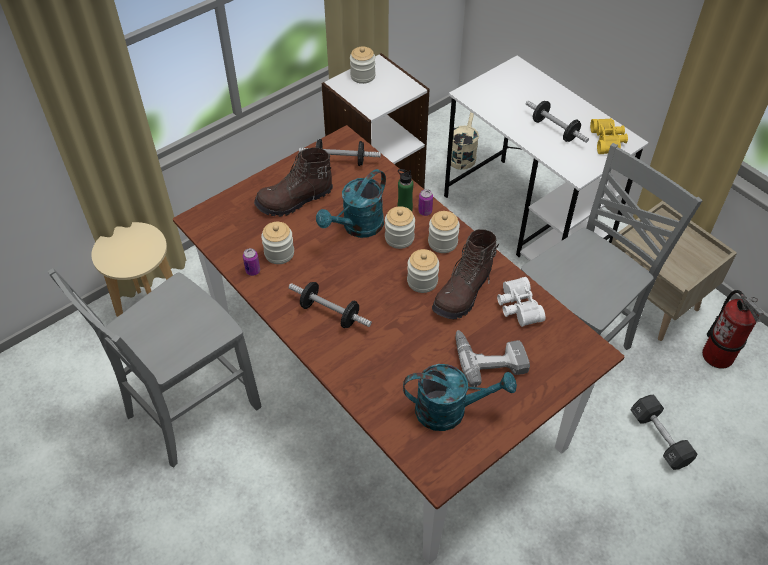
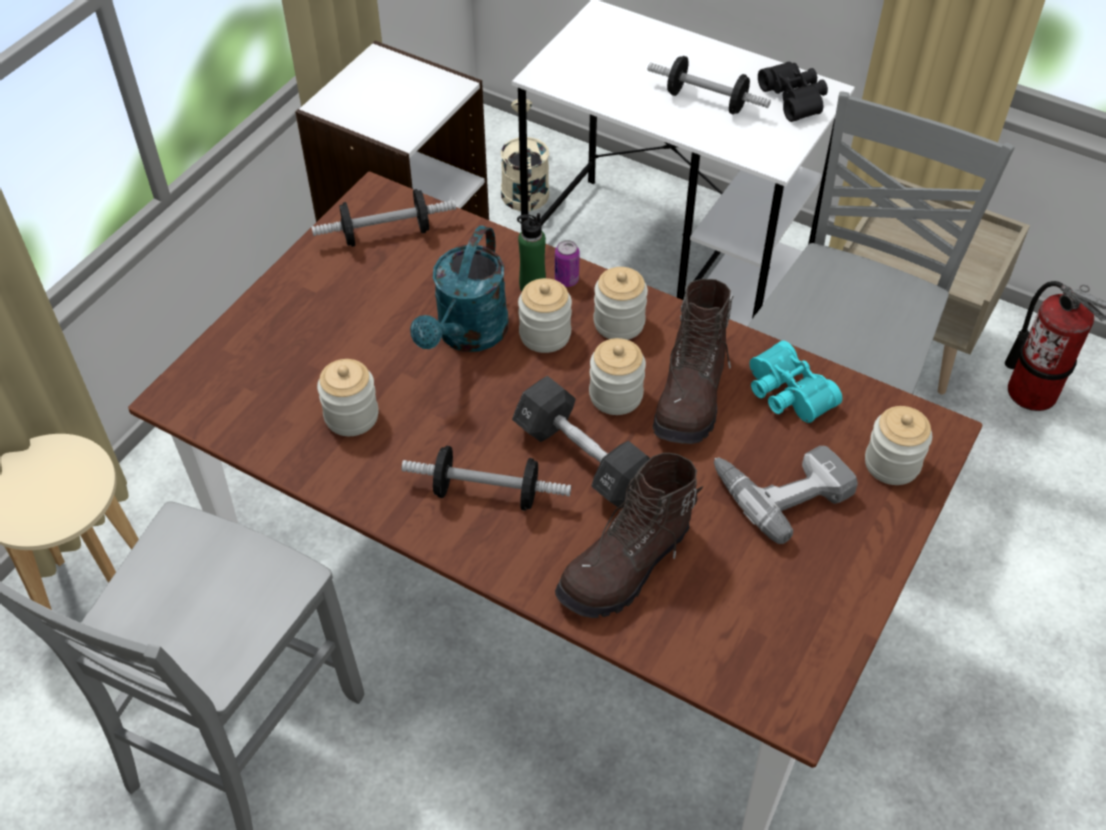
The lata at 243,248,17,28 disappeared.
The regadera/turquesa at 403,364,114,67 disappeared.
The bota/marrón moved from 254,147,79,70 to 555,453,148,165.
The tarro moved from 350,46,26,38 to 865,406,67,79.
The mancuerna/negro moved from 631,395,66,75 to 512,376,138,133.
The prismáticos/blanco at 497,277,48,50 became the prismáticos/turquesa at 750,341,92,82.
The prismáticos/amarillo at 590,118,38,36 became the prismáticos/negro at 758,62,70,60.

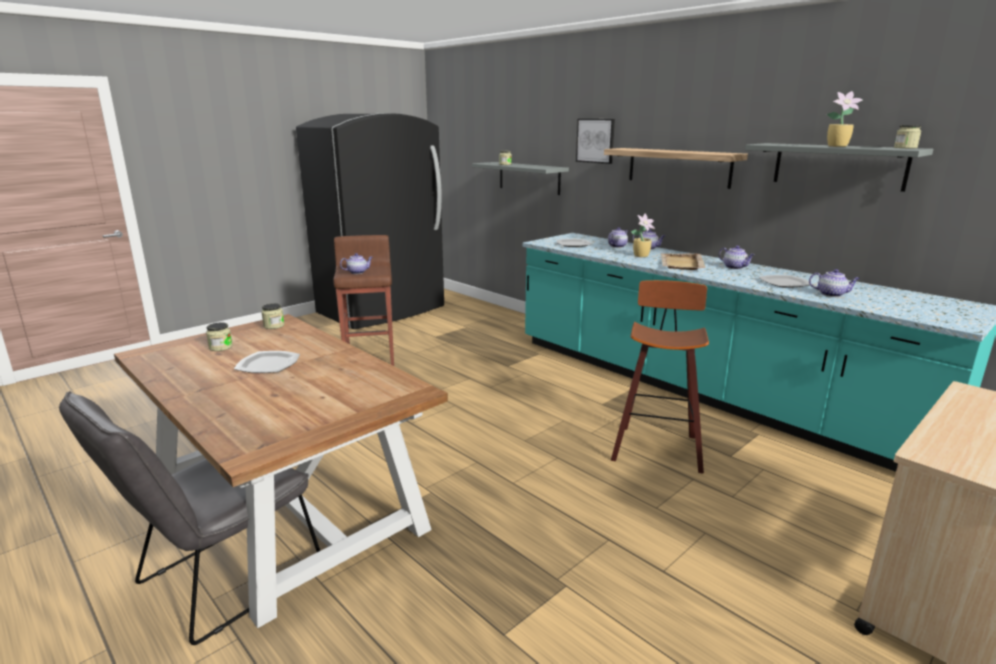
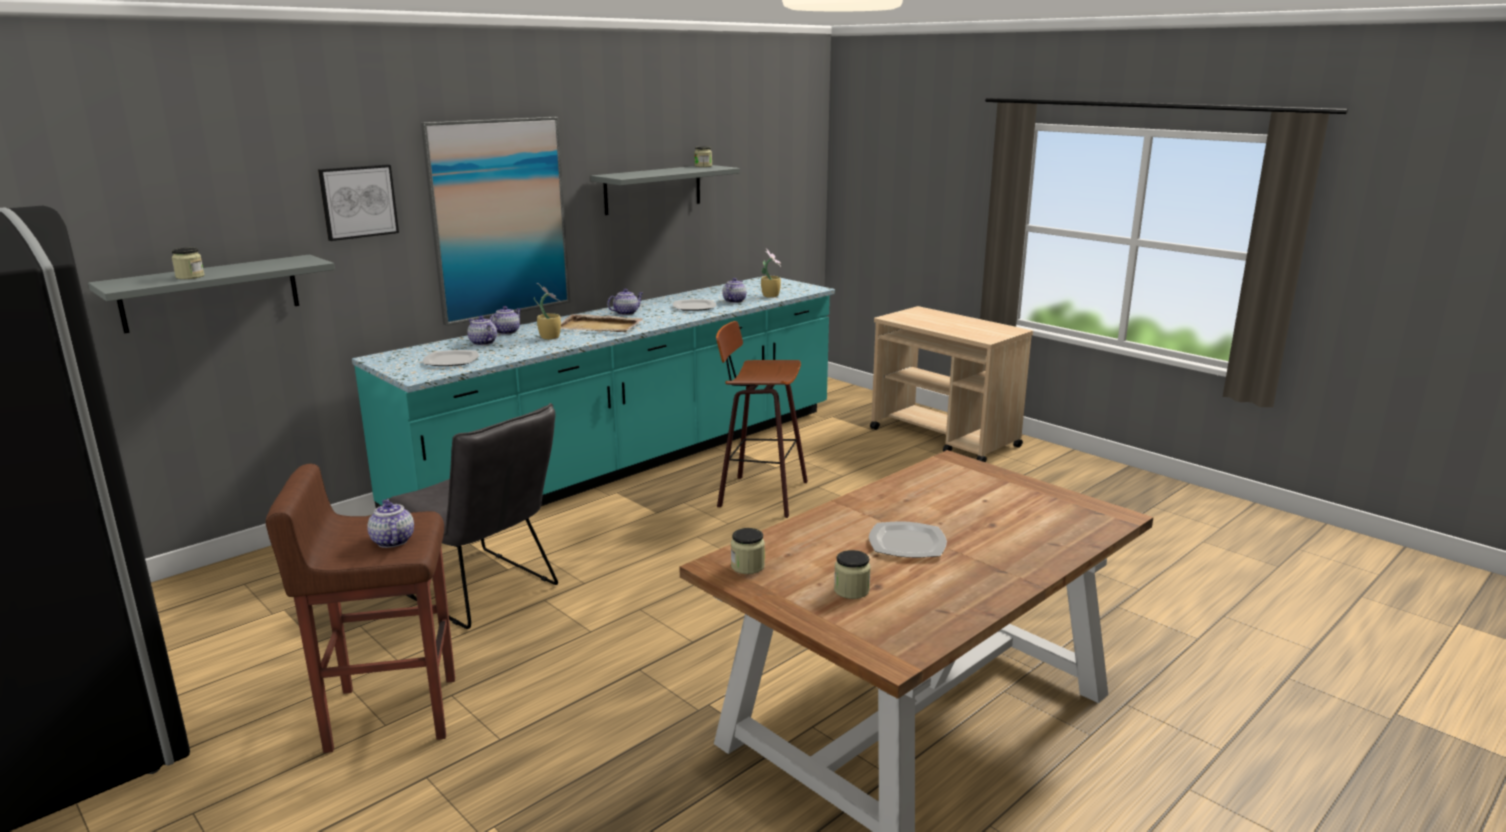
The silla/gris moved from 59,391,261,254 to 387,403,171,226.
The planta en maceta moved from 827,91,36,56 to 761,249,20,49.
The estante at 604,148,144,41 was replaced by the cuadro at 421,117,149,209.

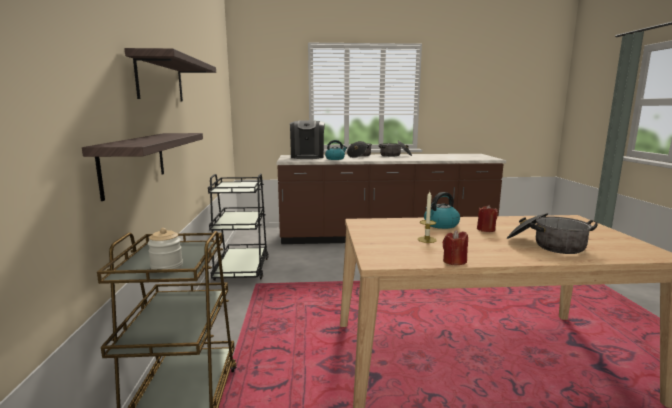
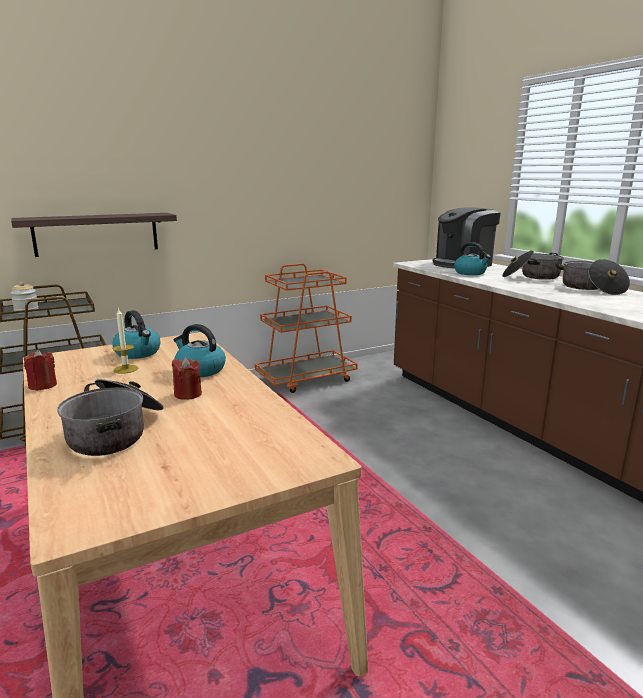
The estante at 124,48,92,53 disappeared.
The hervidor at 112,310,49,49 appeared.
The carrito/negro at 208,173,61,108 became the carrito/naranja at 255,263,103,130.

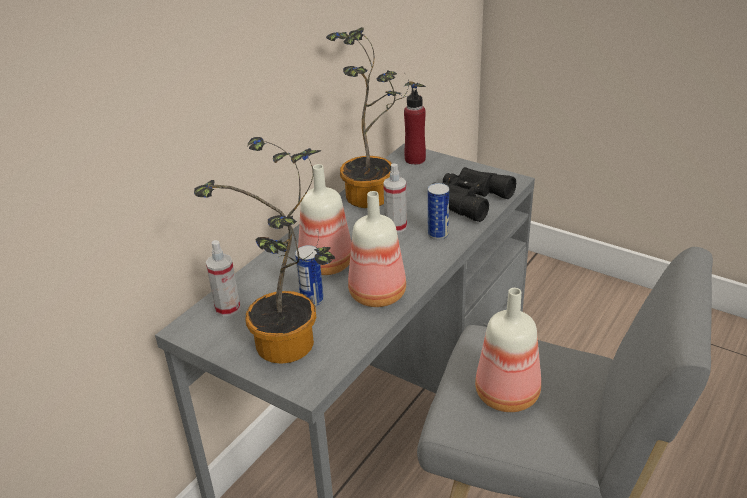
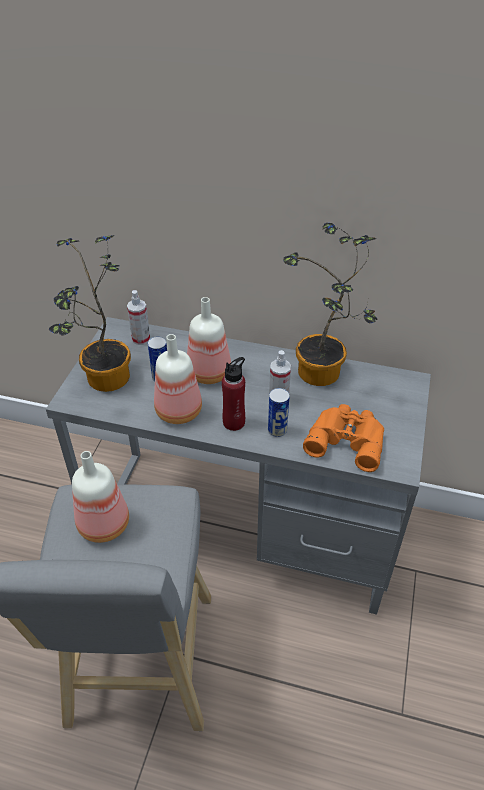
The botella/rojo moved from 404,85,22,80 to 222,357,23,74.
The prismáticos/negro at 432,167,84,55 became the prismáticos/naranja at 303,404,81,68.

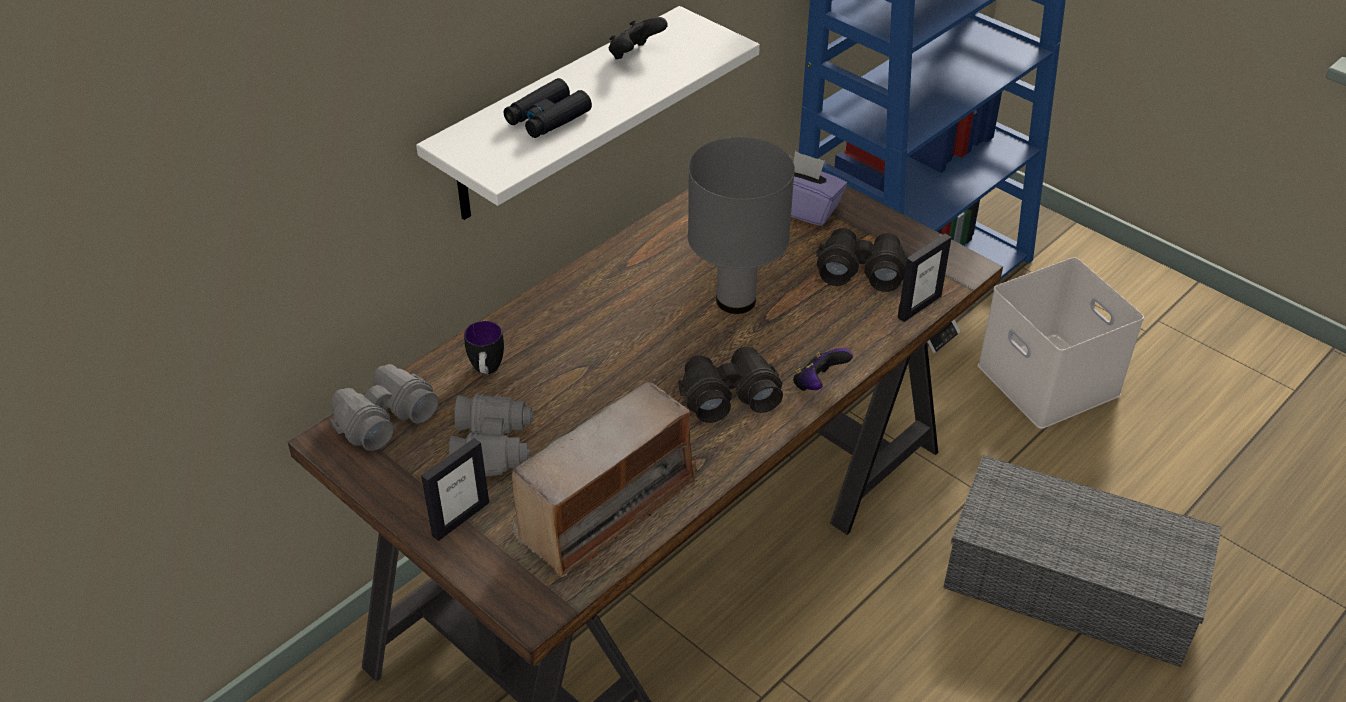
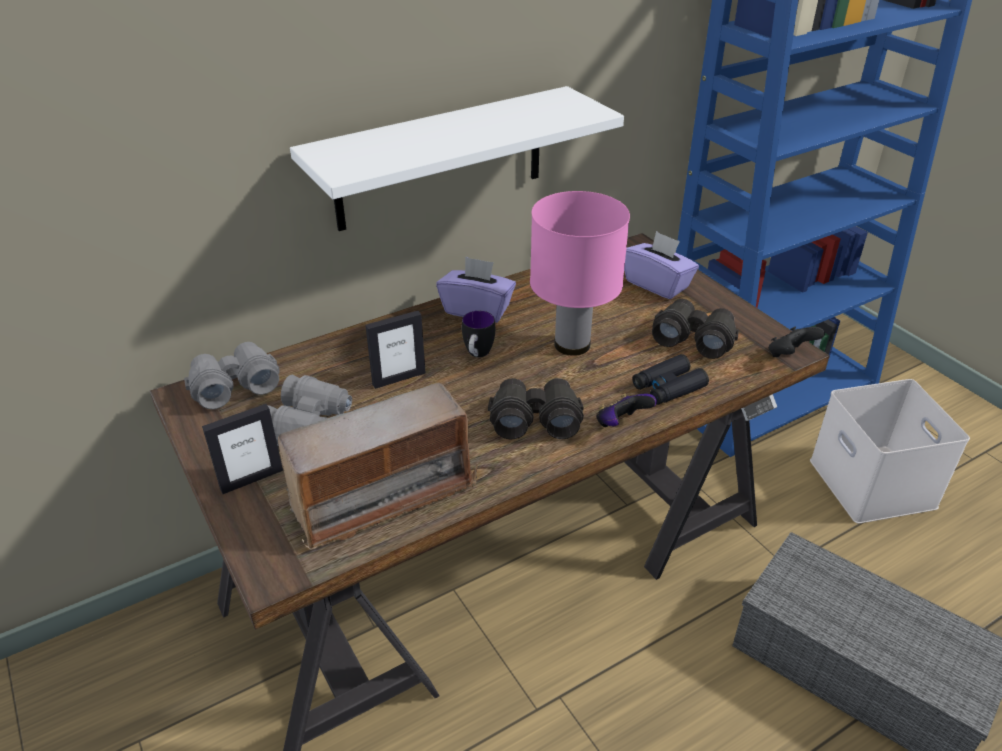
The caja de pañuelos/morado at 436,256,80,67 appeared.
The taza grande moved from 464,321,40,53 to 462,311,33,46.
The prismáticos/negro moved from 504,78,88,60 to 632,354,77,51.
The mando de consola/negro moved from 609,17,59,42 to 769,327,56,30.
The portarretratos moved from 898,234,54,88 to 365,311,61,78.
The lámpara de mesa/gris at 688,137,107,177 became the lámpara de mesa/rosa at 530,191,100,165.

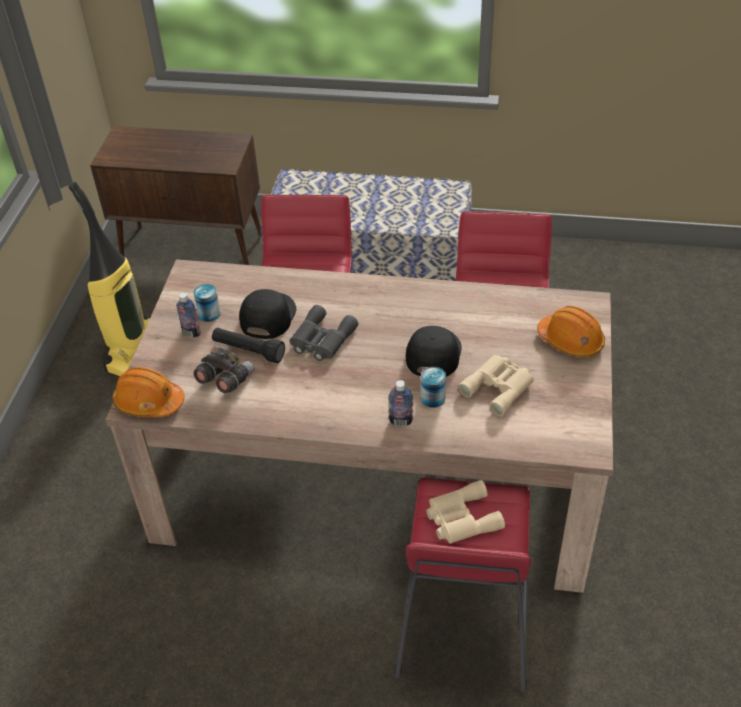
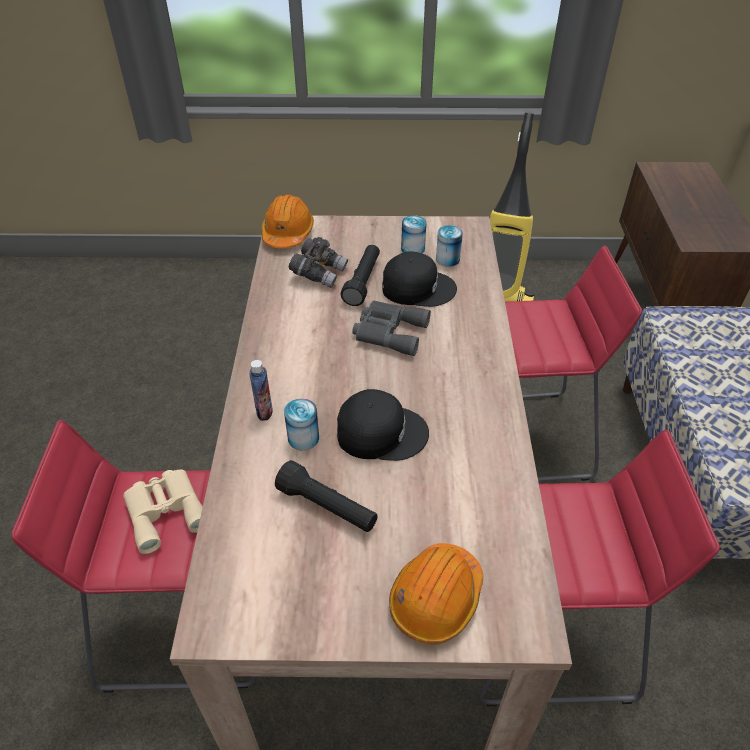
The botella at 176,292,25,45 disappeared.
The lata at 436,225,27,42 appeared.
The prismáticos/beis at 458,355,76,61 was replaced by the linterna/negro at 275,460,103,72.

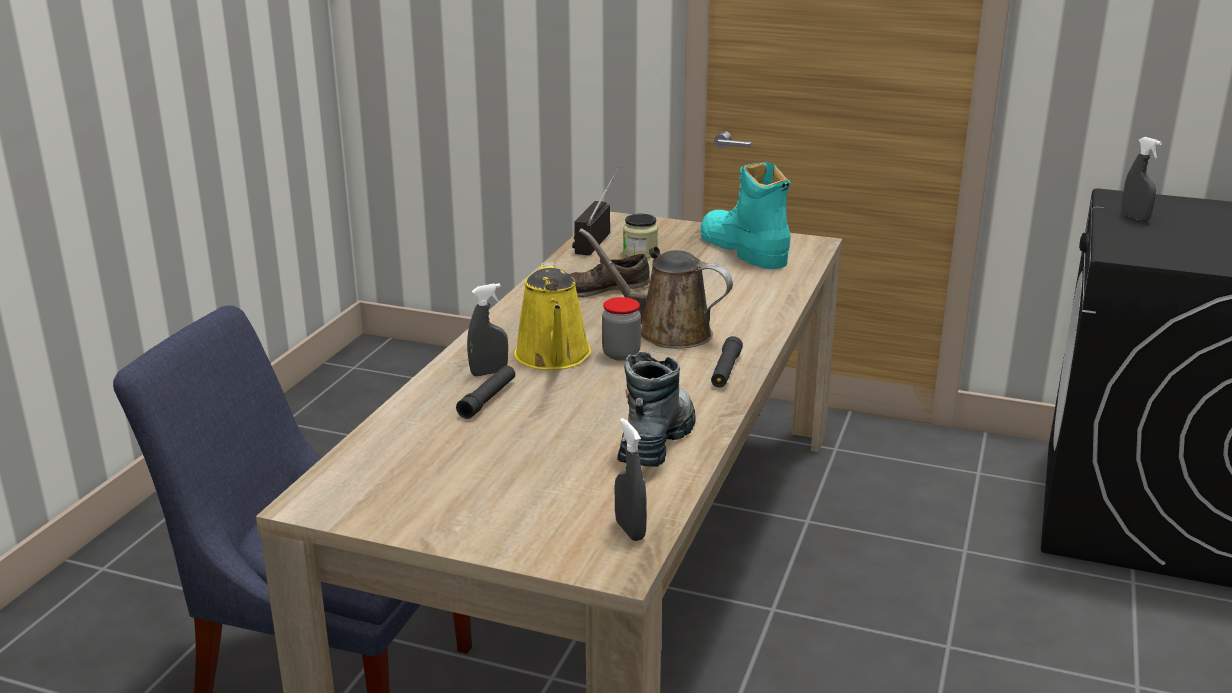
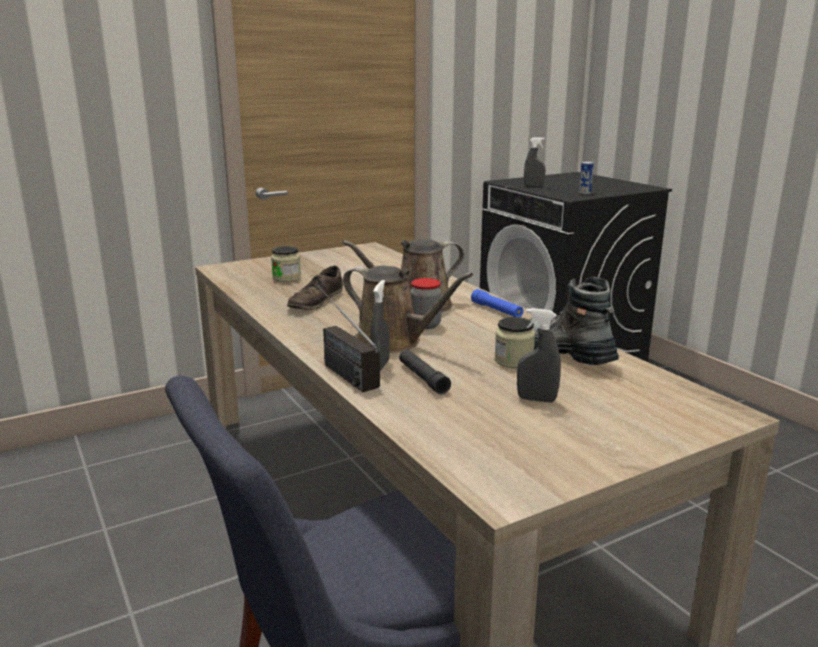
The bota/turquesa at 700,162,90,107 disappeared.
The tarro at 494,317,41,51 appeared.
The lata at 579,162,15,33 appeared.
The radio moved from 572,167,47,88 to 317,285,63,107.
The pulverizador/gris moved from 615,418,32,123 to 517,308,44,94.
The regadera/amarillo at 514,262,77,108 became the regadera/marrón at 343,266,130,87.
The linterna/negro at 711,336,32,52 became the linterna/azul at 471,289,52,28.

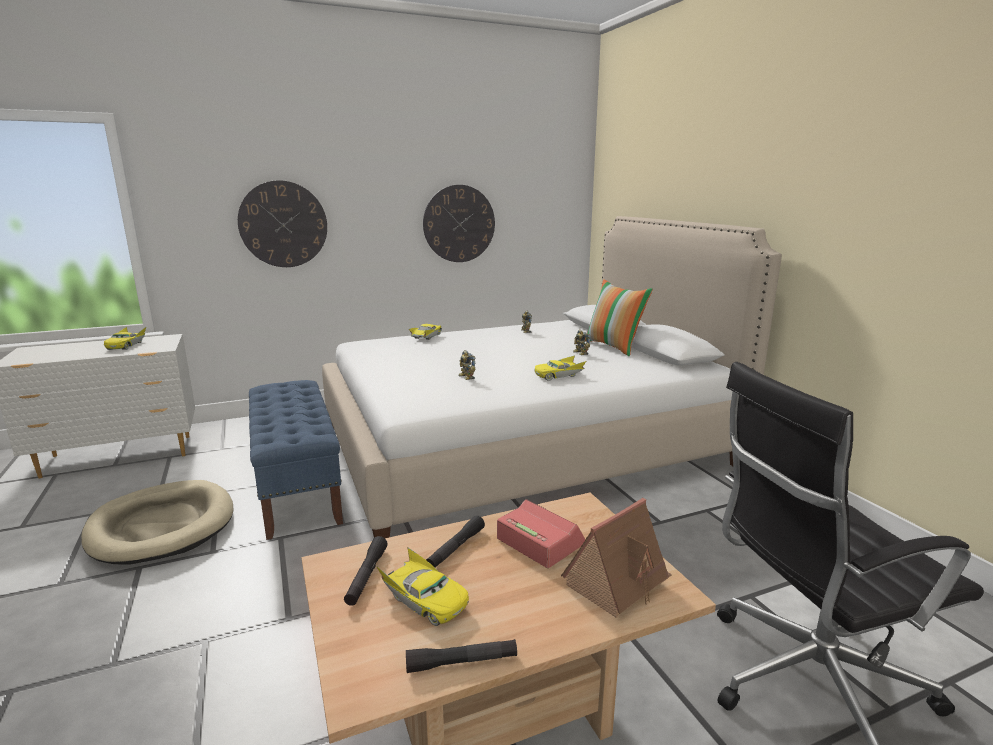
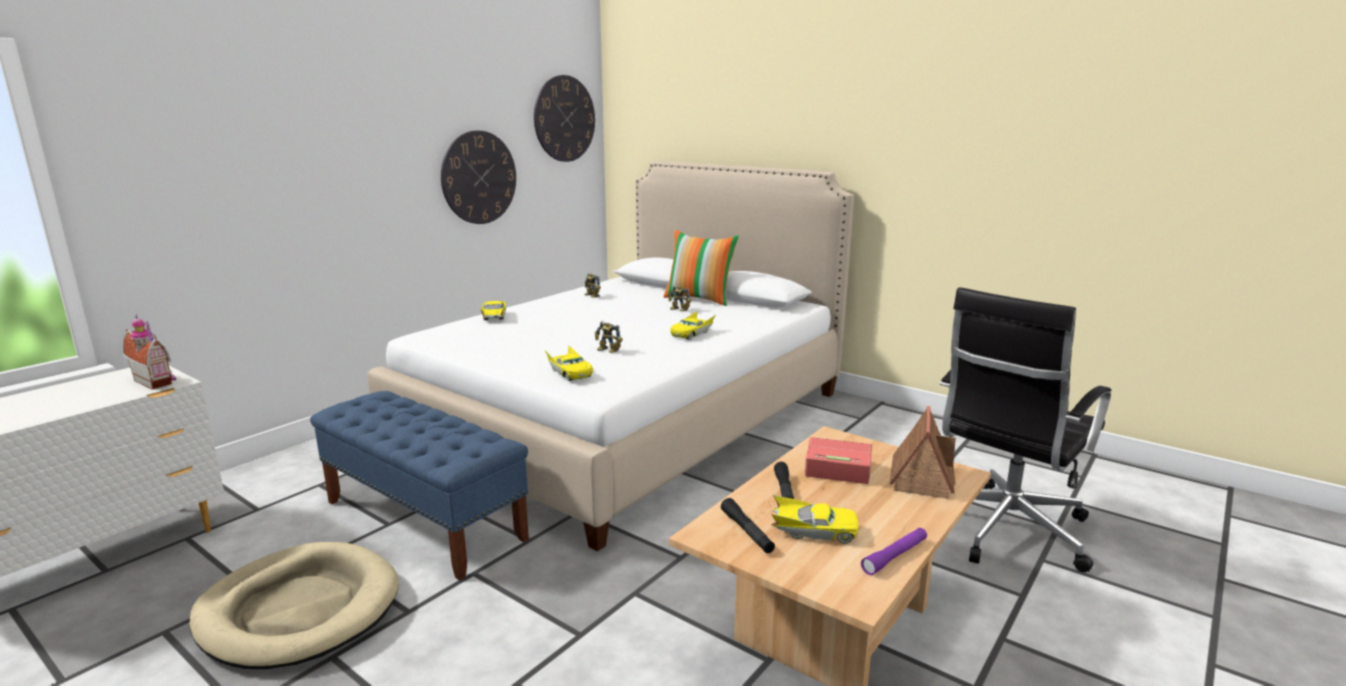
The casita at 123,315,53,75 appeared.
The coche de juguete/amarillo moved from 104,327,42,23 to 545,345,48,36.
The reloj de pared moved from 238,180,89,87 to 534,75,61,87.
The linterna/negro at 406,639,111,34 became the linterna/morado at 861,528,66,47.

